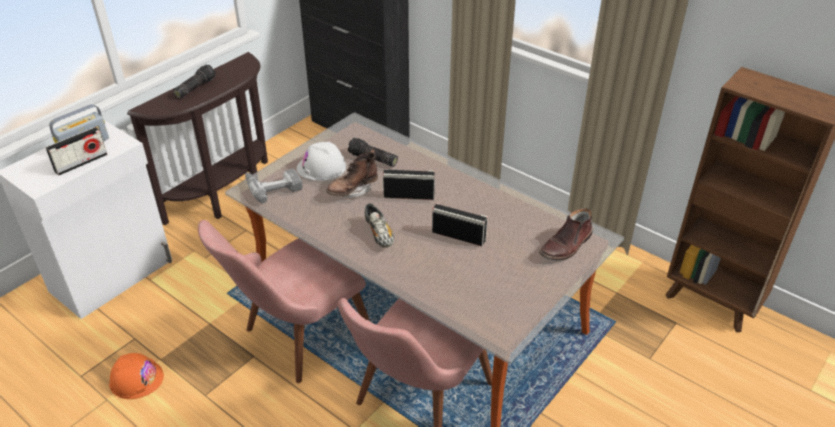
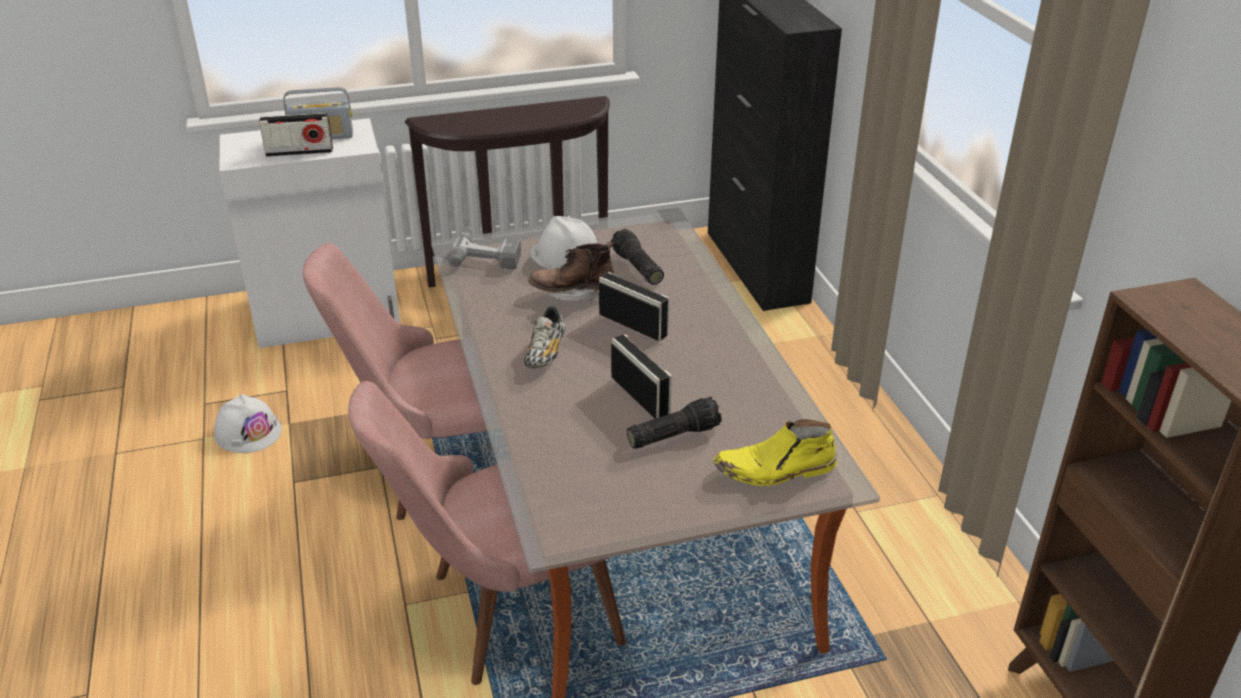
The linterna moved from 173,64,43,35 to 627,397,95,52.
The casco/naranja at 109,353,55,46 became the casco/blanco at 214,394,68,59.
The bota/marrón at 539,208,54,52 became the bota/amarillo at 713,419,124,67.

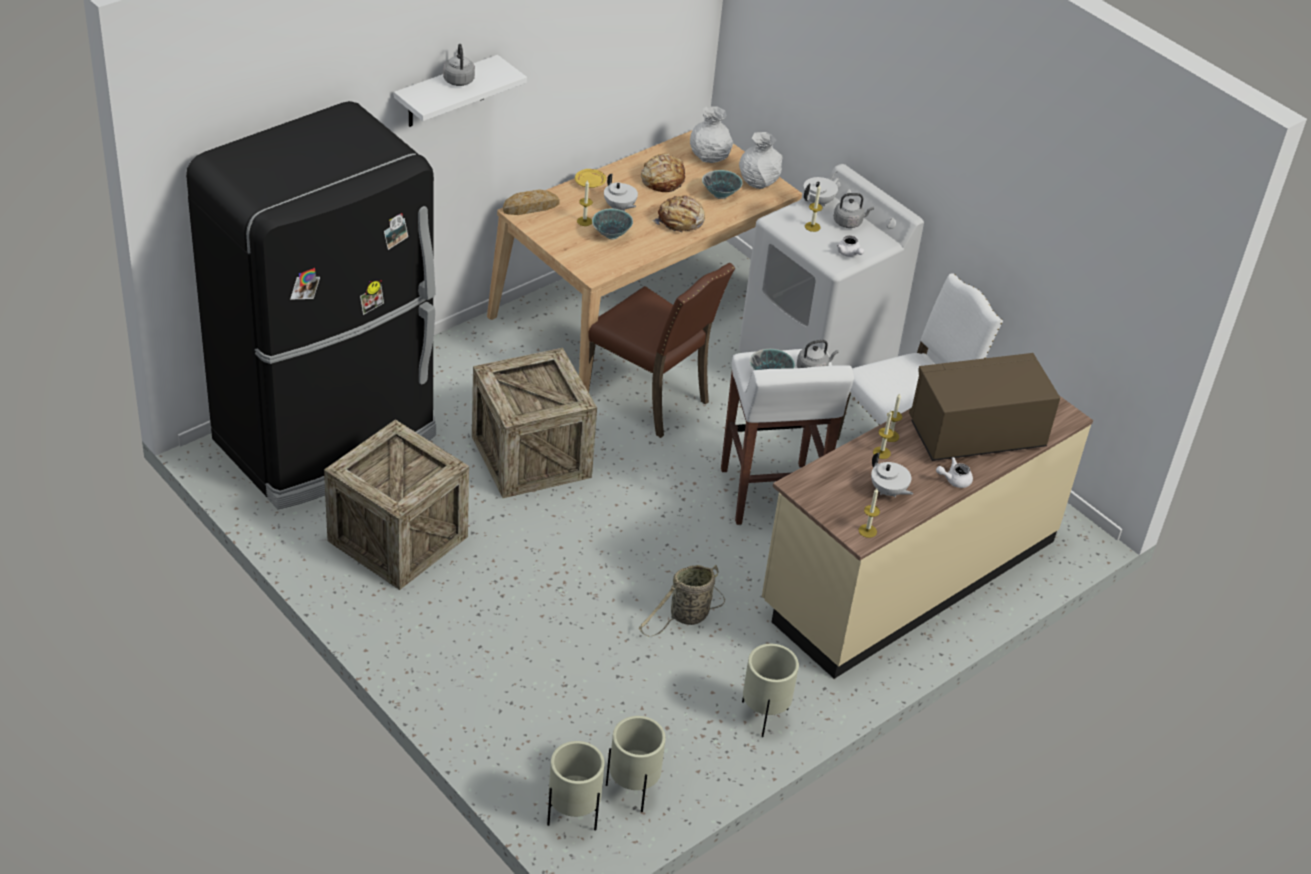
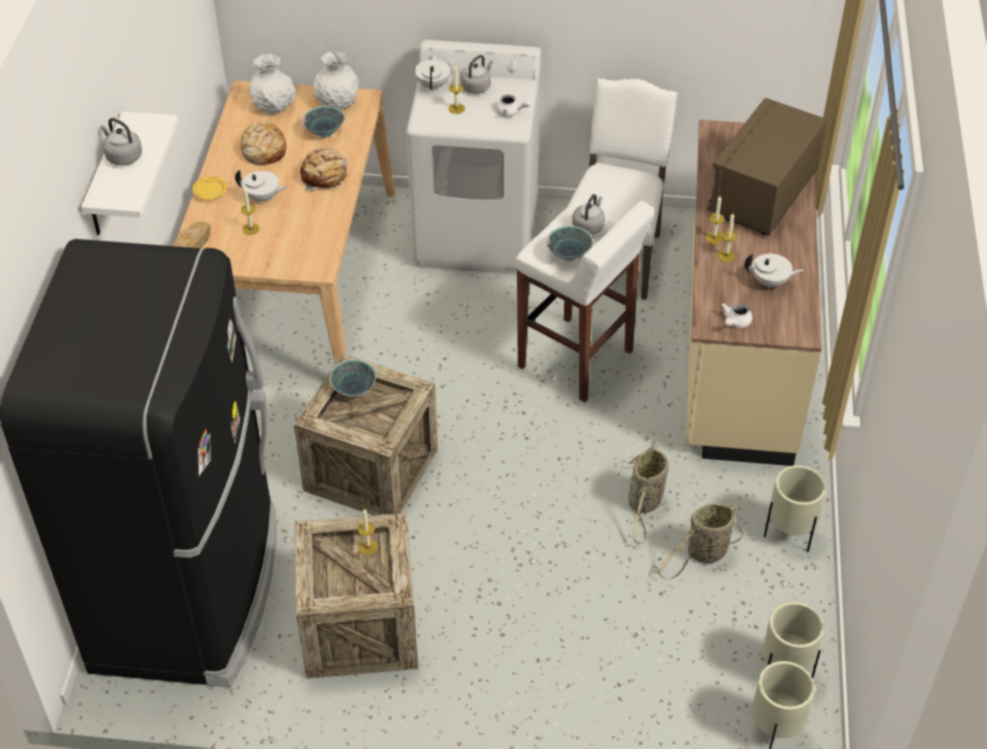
The silla/marrón at 588,263,147,175 disappeared.
The cesta at 657,502,86,78 appeared.
The cuenco moved from 592,209,41,31 to 330,360,46,37.
The vela moved from 859,488,21,50 to 358,509,20,46.
The tetera/blanco moved from 936,457,37,31 to 721,303,31,25.

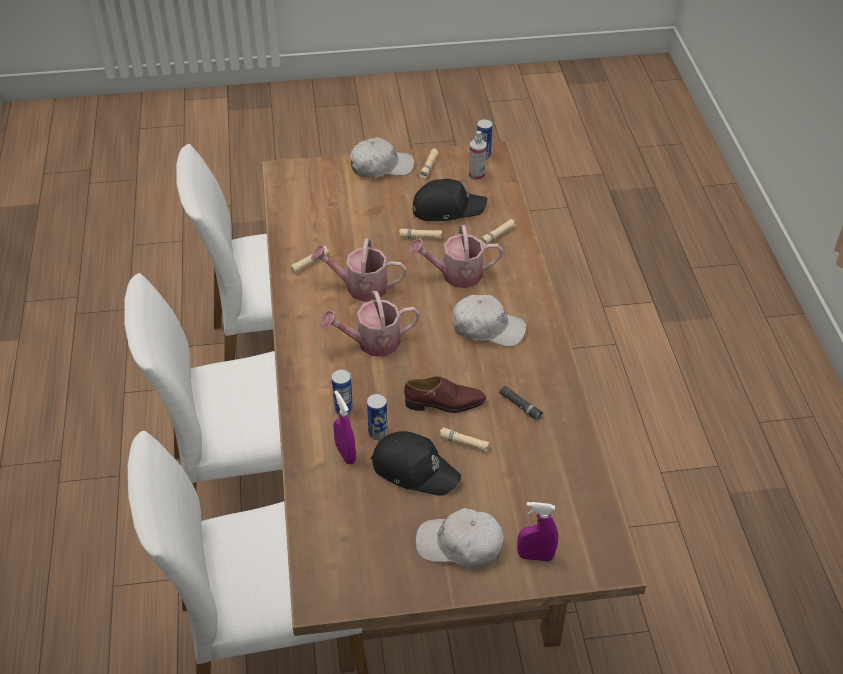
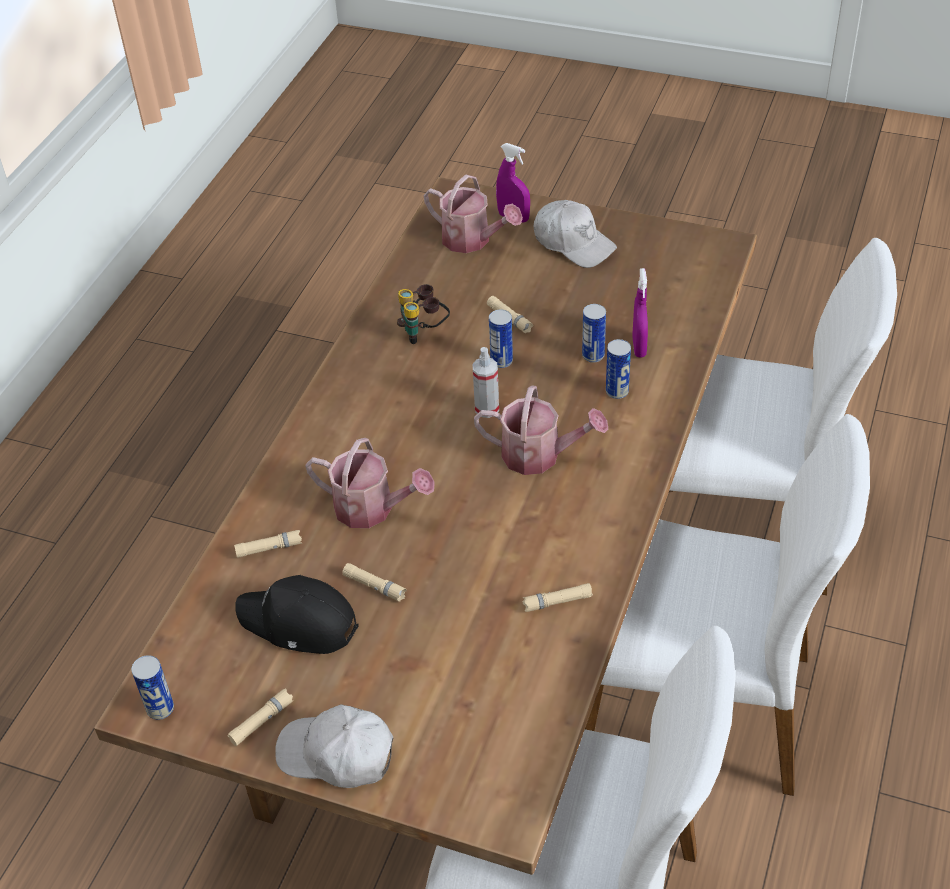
The gorra/negro at 371,431,90,65 disappeared.
The gorra/blanco at 453,295,73,52 disappeared.
The regadera moved from 311,238,96,64 to 423,174,100,79.
The pulverizador moved from 469,131,17,50 to 472,347,27,71.
The zapato/marrón at 404,376,82,37 was replaced by the lata at 489,309,24,59.
The linterna/negro at 500,386,43,35 was replaced by the prismáticos at 397,284,53,60.

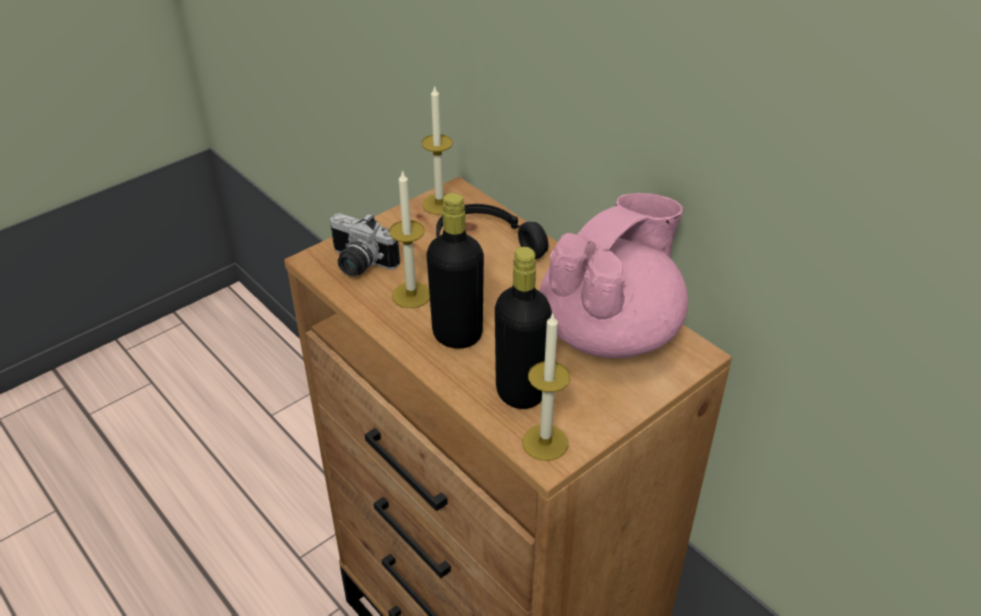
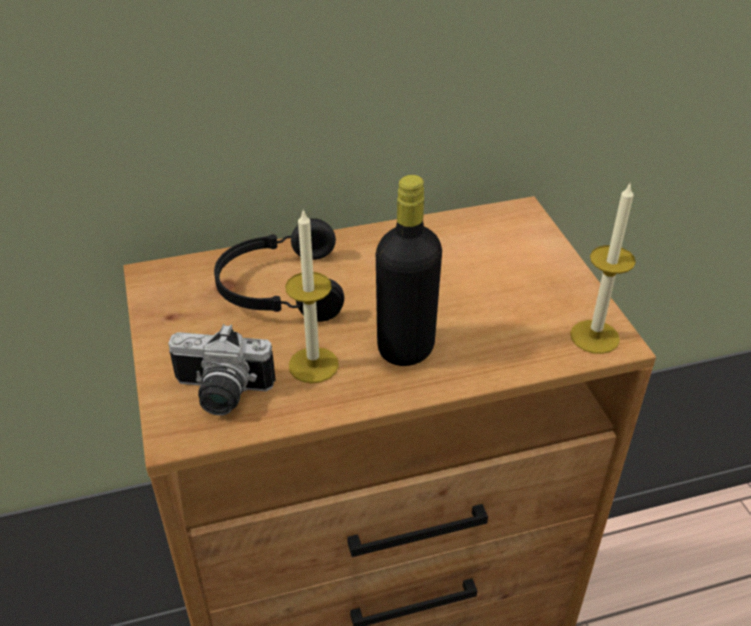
The vela at 422,85,31,130 disappeared.
The botella/negro at 495,247,57,162 disappeared.
The tetera/rosa at 540,193,148,165 disappeared.
The cámara at 329,213,71,63 turned 45 degrees clockwise.

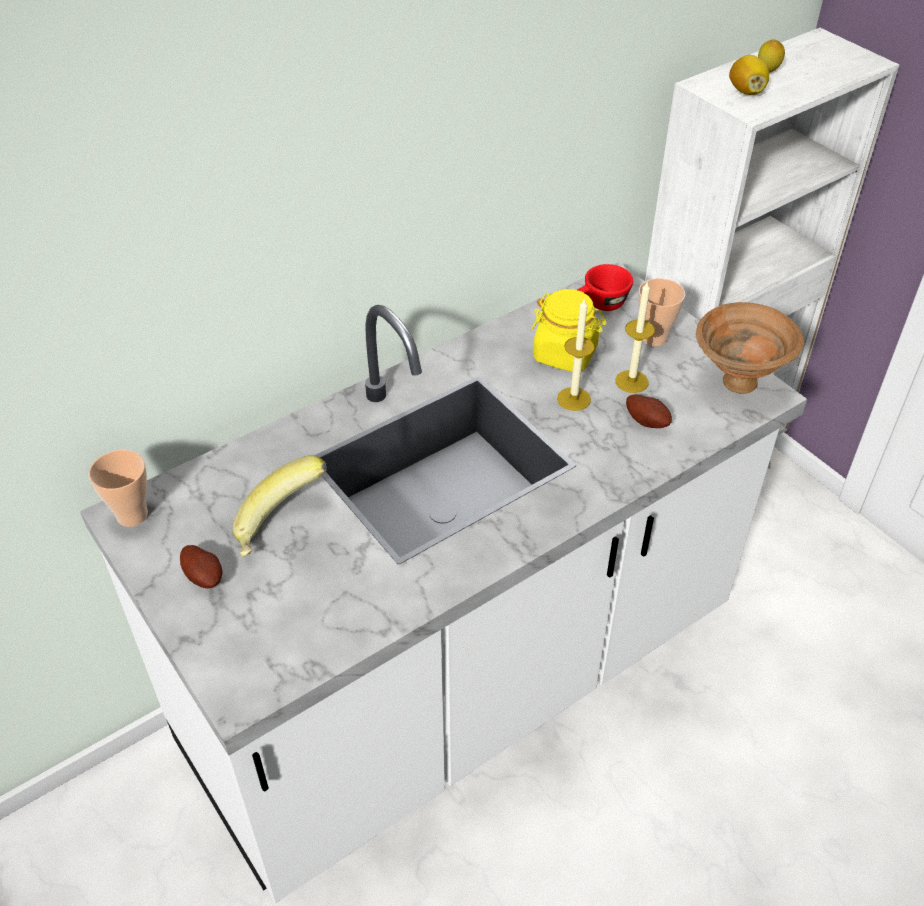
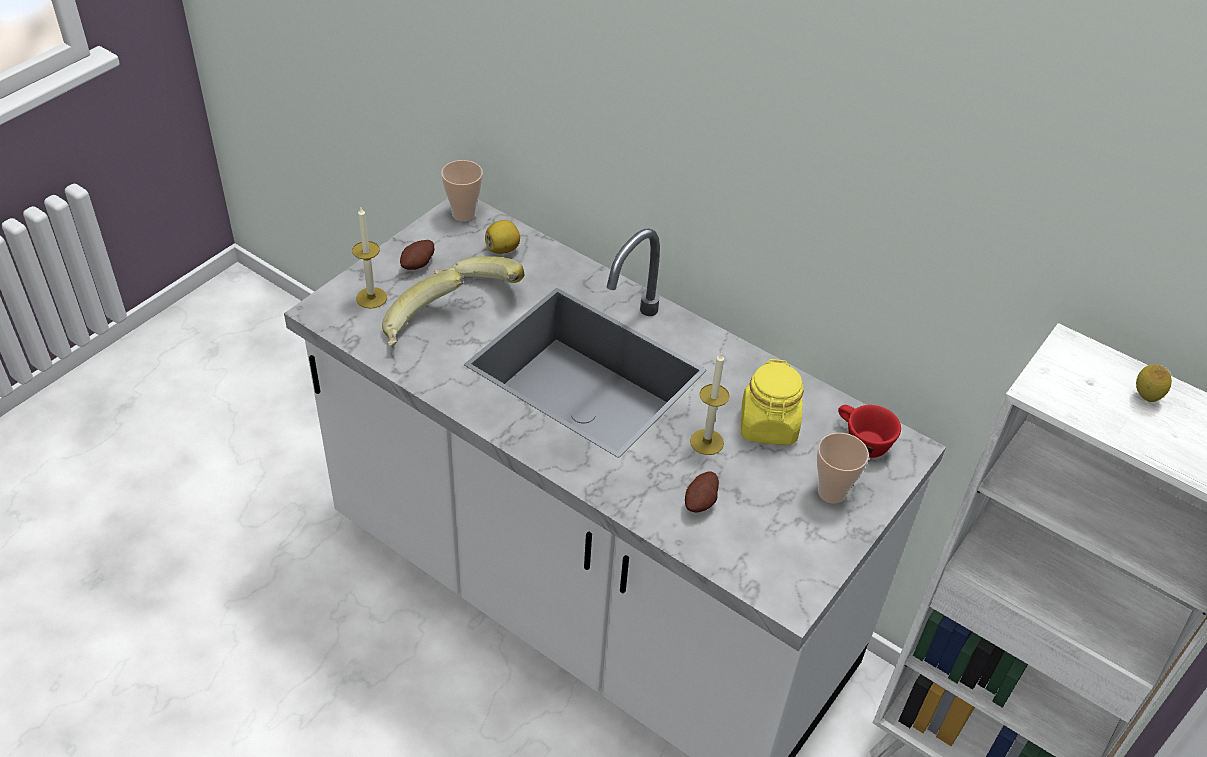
The cuenco/marrón at 696,302,108,92 disappeared.
The plátano at 382,270,82,76 appeared.
The vela moved from 615,281,40,112 to 352,207,35,102.
The limón moved from 729,55,40,40 to 485,220,35,34.

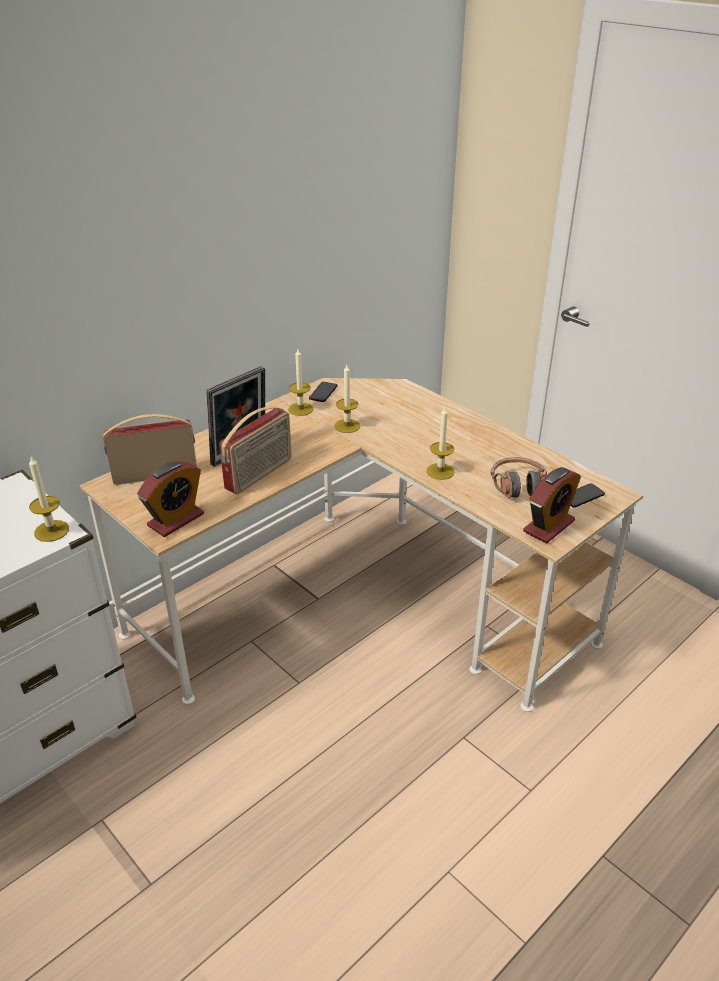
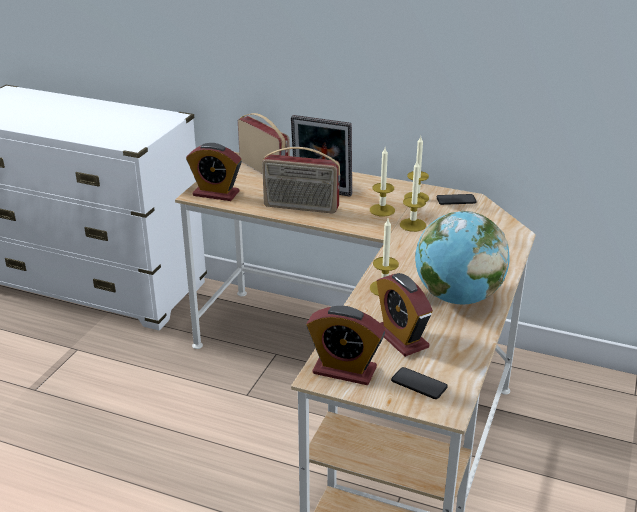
The globo terráqueo at 415,211,95,94 appeared.
The vela moved from 29,457,40,85 to 370,148,25,69.
The auriculares at 491,457,56,42 was replaced by the despertador at 376,273,57,84.

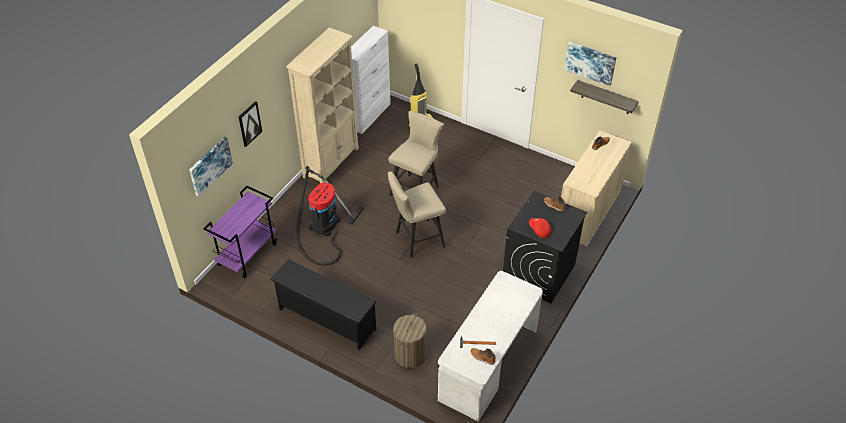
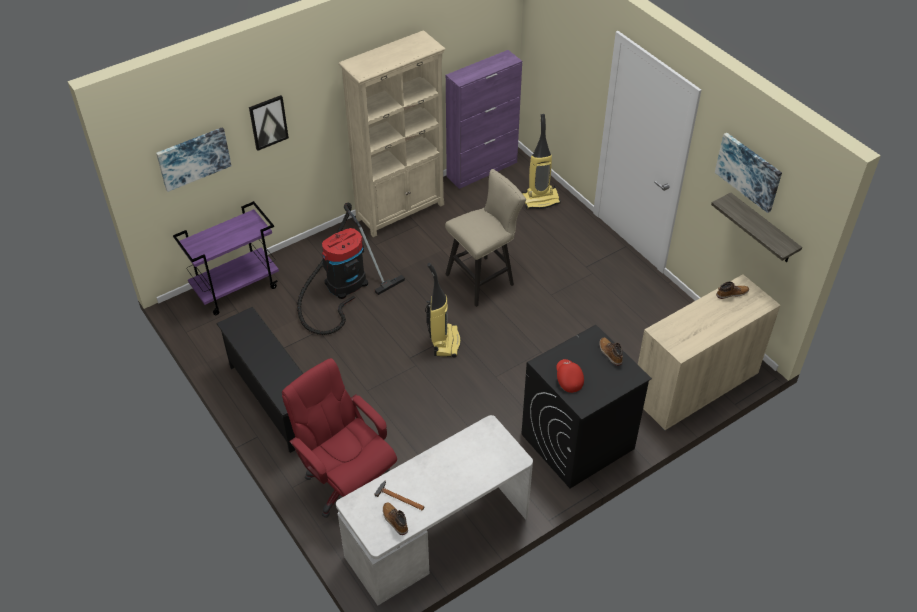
The taburete/beis at 388,172,58,85 was replaced by the aspiradora at 425,263,36,95.
The cesto de la ropa at 393,313,33,55 was replaced by the silla de oficina/rojo at 282,358,115,160.
The armario/blanco at 351,26,40,108 became the armario/morado at 446,50,76,139.

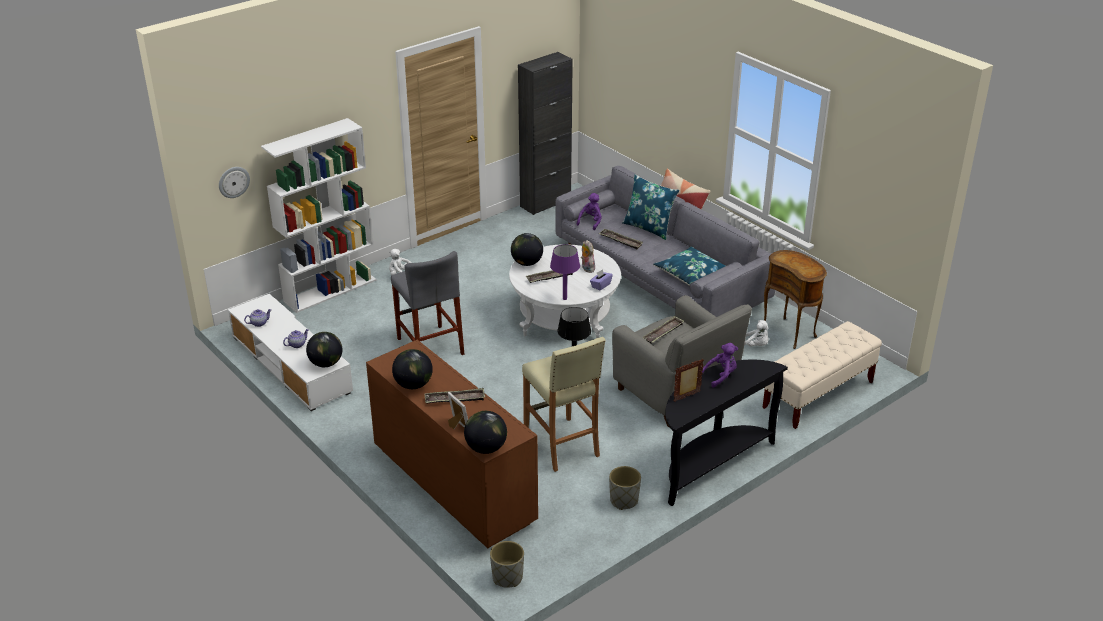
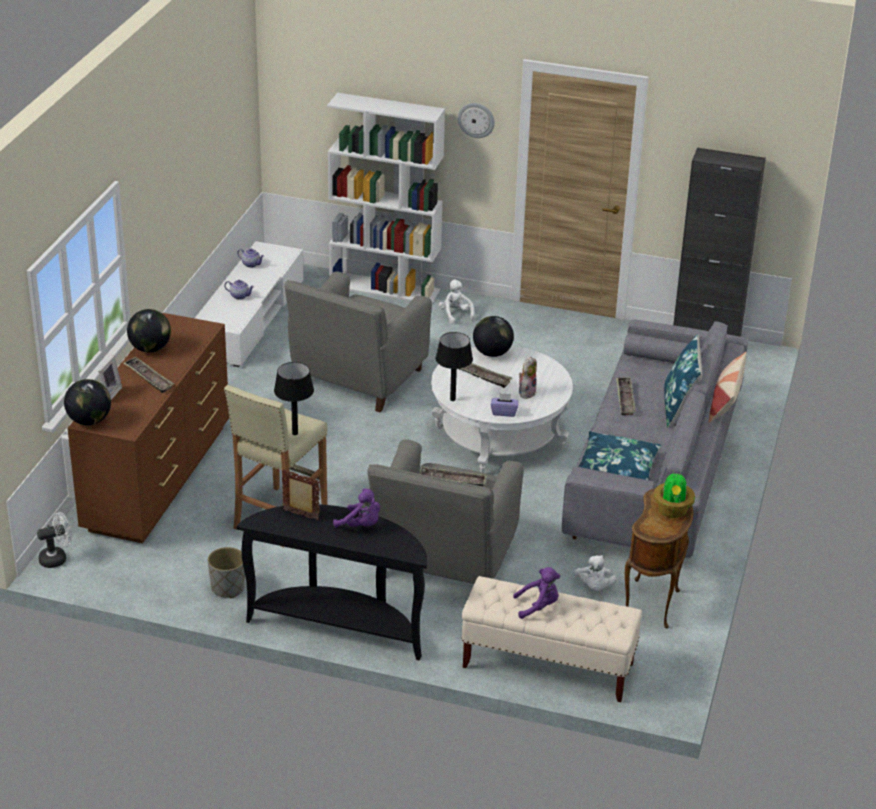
The globo terráqueo at 306,332,36,35 disappeared.
The planta en maceta at 653,471,42,47 appeared.
The reloj de pared moved from 219,167,31,31 to 458,103,37,35.
The peluche/morado moved from 577,193,25,37 to 513,567,47,52.
The taburete/gris at 391,251,73,104 was replaced by the sillón/gris at 284,271,148,141.
The maceta/gris at 490,541,34,47 was replaced by the ventilador/blanco at 37,512,35,56.
The lámpara de mesa/morado at 550,244,30,56 became the lámpara de mesa/negro at 436,332,37,69.

